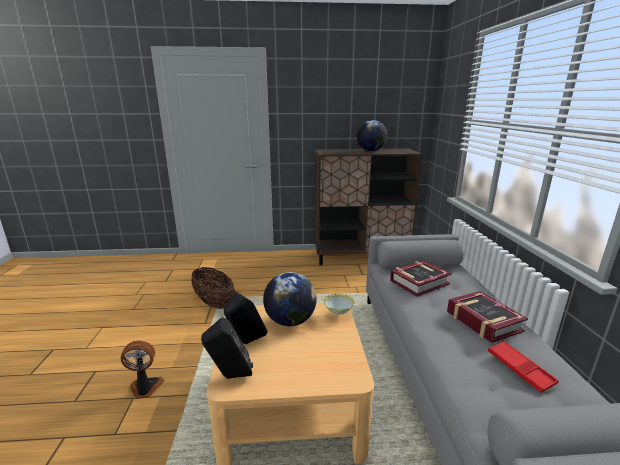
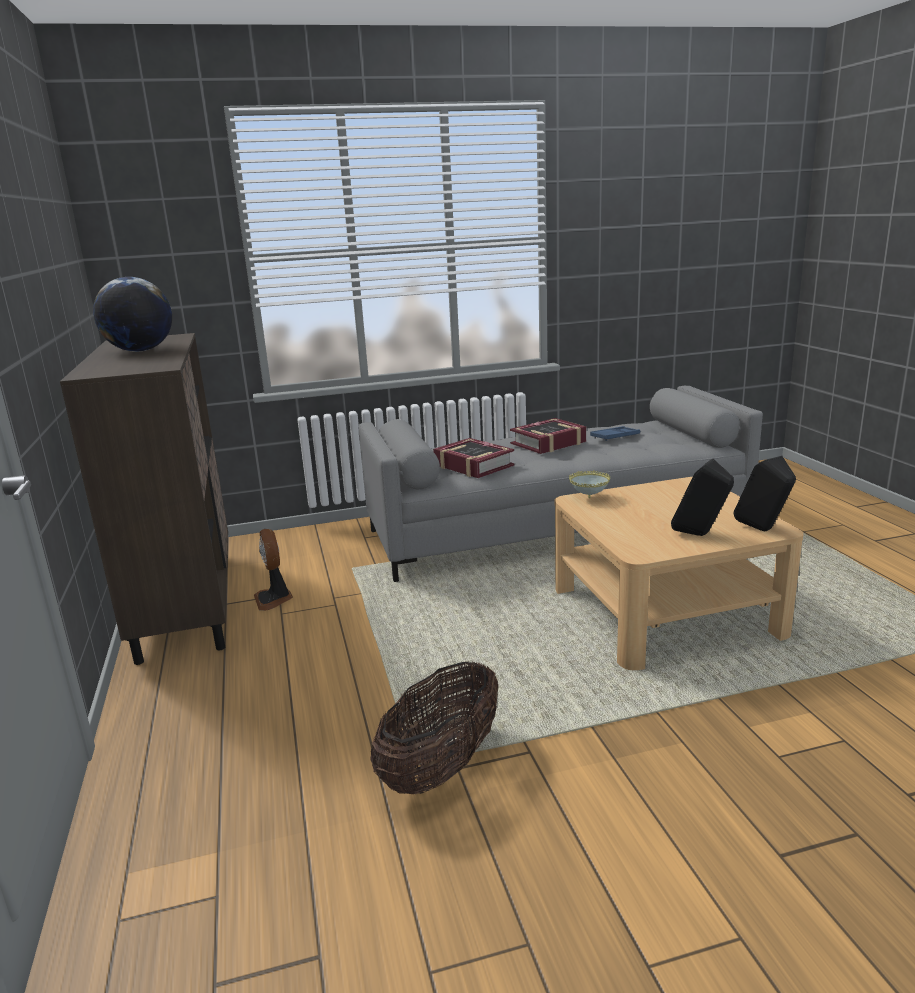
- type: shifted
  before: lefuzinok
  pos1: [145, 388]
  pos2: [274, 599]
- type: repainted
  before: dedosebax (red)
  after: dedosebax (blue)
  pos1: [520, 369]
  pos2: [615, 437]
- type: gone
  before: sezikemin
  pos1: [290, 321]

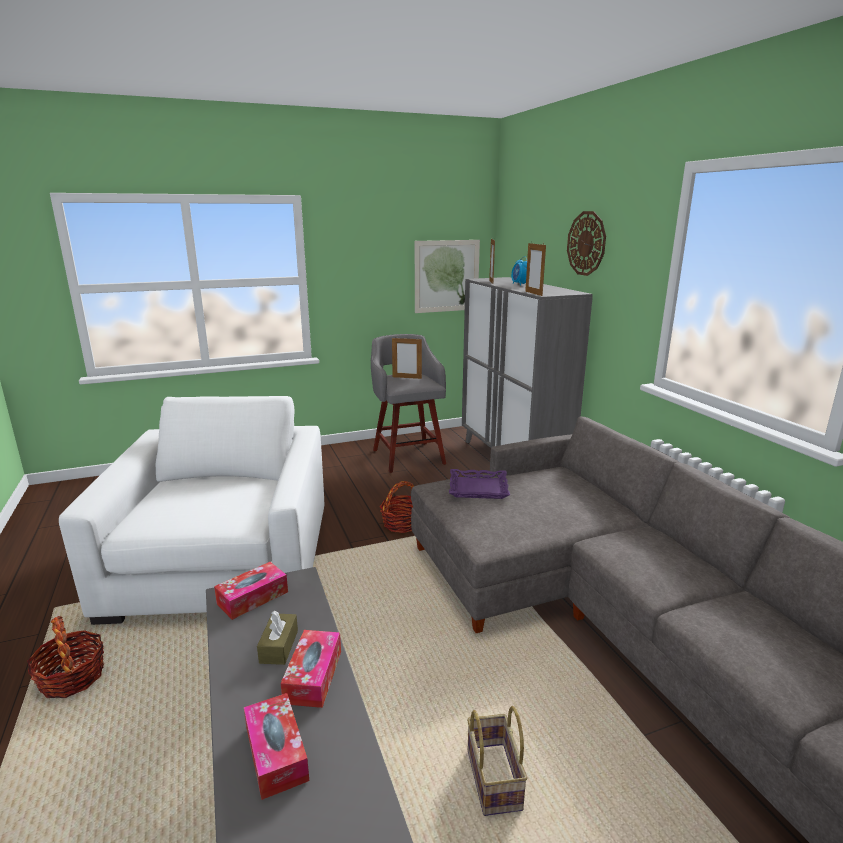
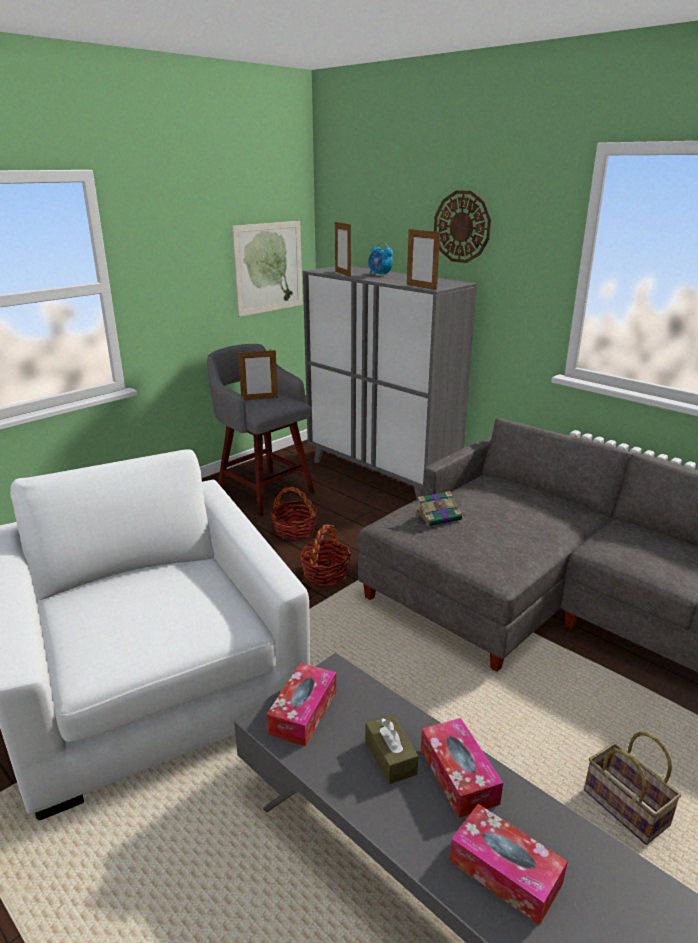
- type: shifted
  before: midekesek
  pos1: [72, 677]
  pos2: [294, 530]
- type: swapped
  before: dedosebax (purple)
  after: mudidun
  pos1: [478, 488]
  pos2: [439, 516]

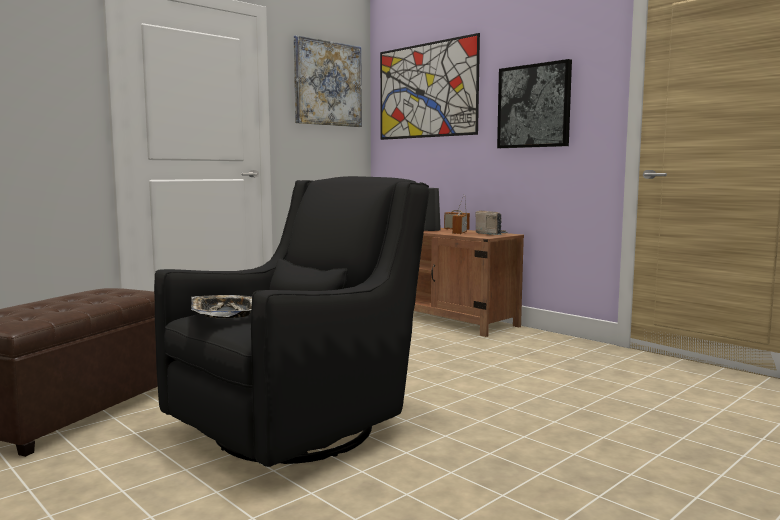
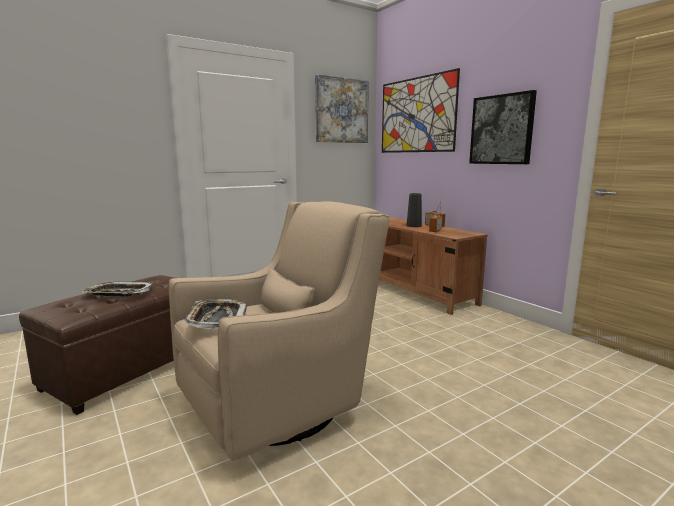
- type: new
  after: dedosebax
  pos2: [118, 293]
- type: repainted
  before: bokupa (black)
  after: bokupa (beige)
  pos1: [301, 427]
  pos2: [282, 404]
- type: gone
  before: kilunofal
  pos1: [491, 234]

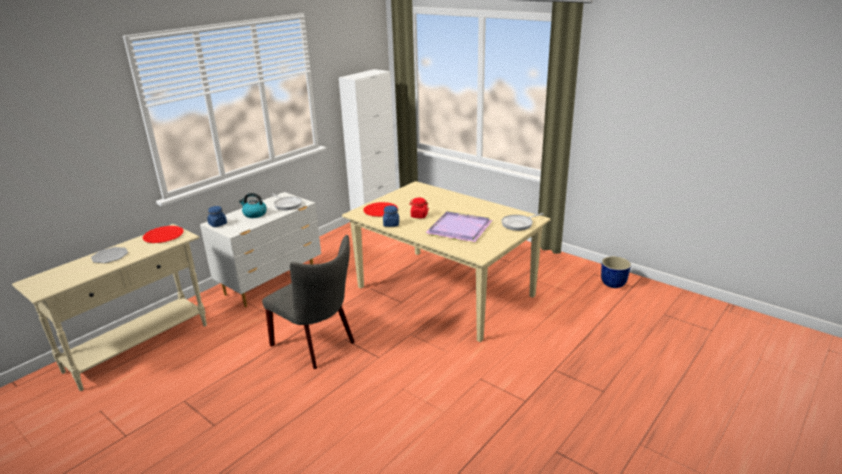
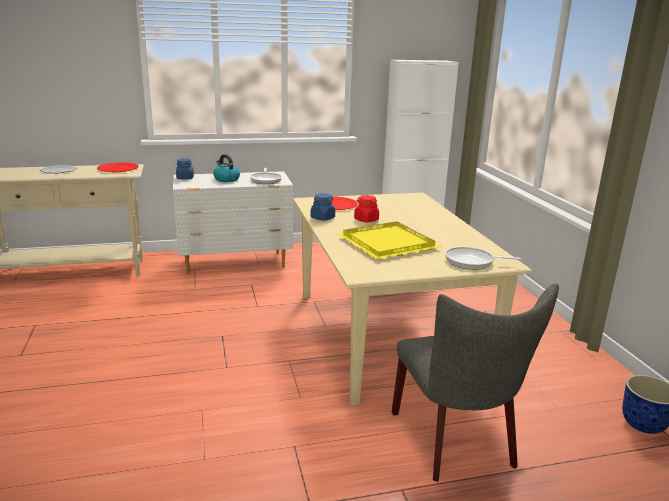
- type: repainted
  before: dedosebax (purple)
  after: dedosebax (yellow)
  pos1: [458, 229]
  pos2: [385, 243]
- type: shifted
  before: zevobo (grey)
  pos1: [317, 345]
  pos2: [457, 443]

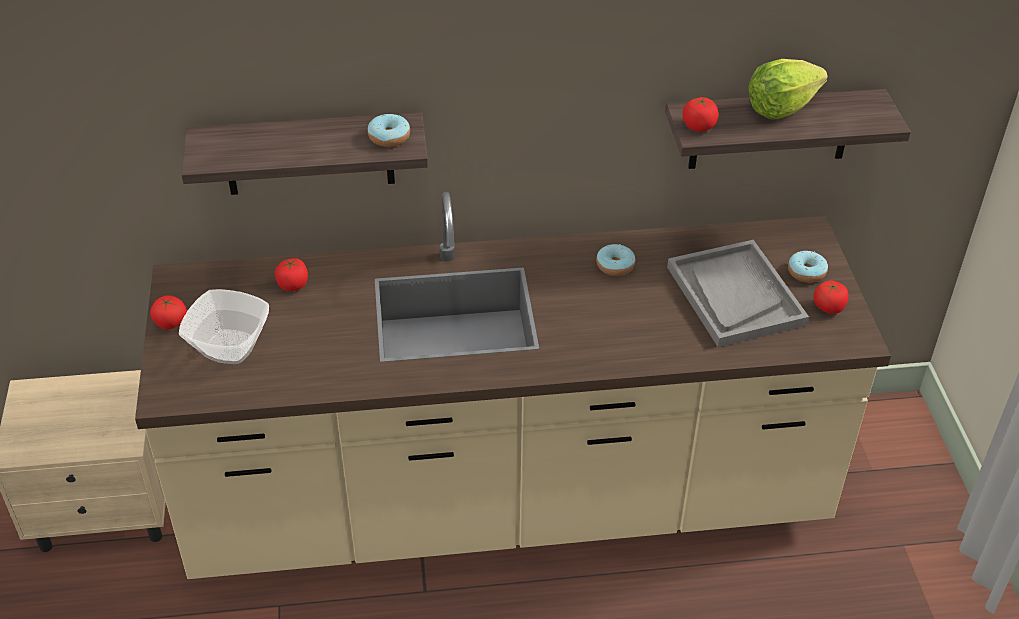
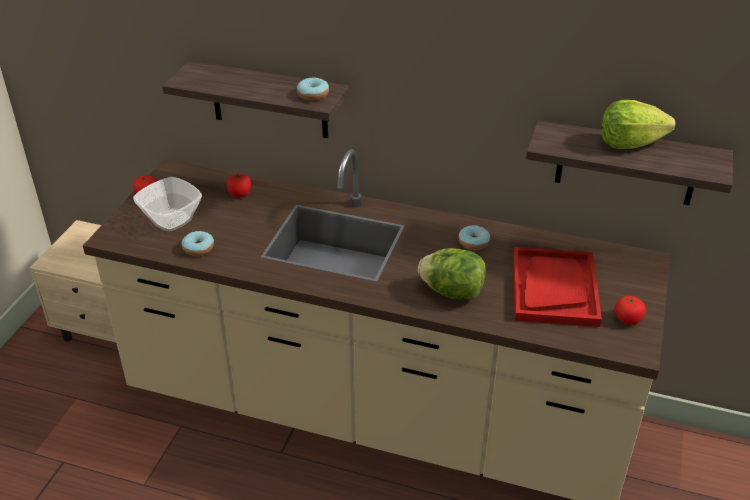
- type: shifted
  before: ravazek
  pos1: [806, 272]
  pos2: [198, 248]
- type: new
  after: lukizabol
  pos2: [452, 292]
- type: repainted
  before: dedosebax (grey)
  after: dedosebax (red)
  pos1: [734, 295]
  pos2: [554, 288]
- type: gone
  before: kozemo
  pos1: [699, 126]

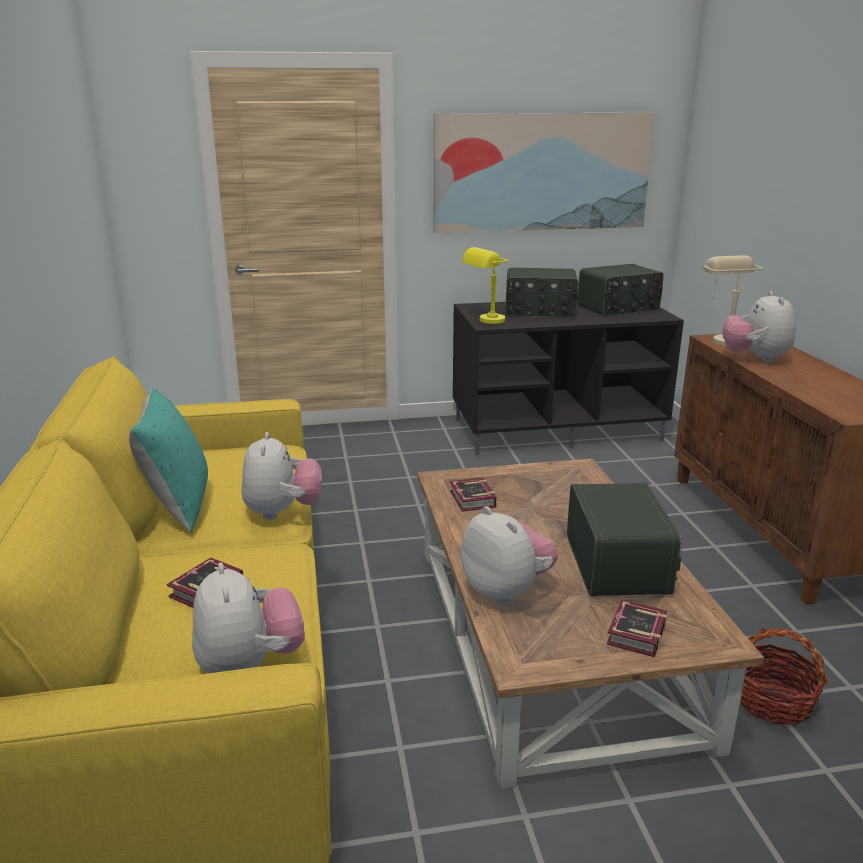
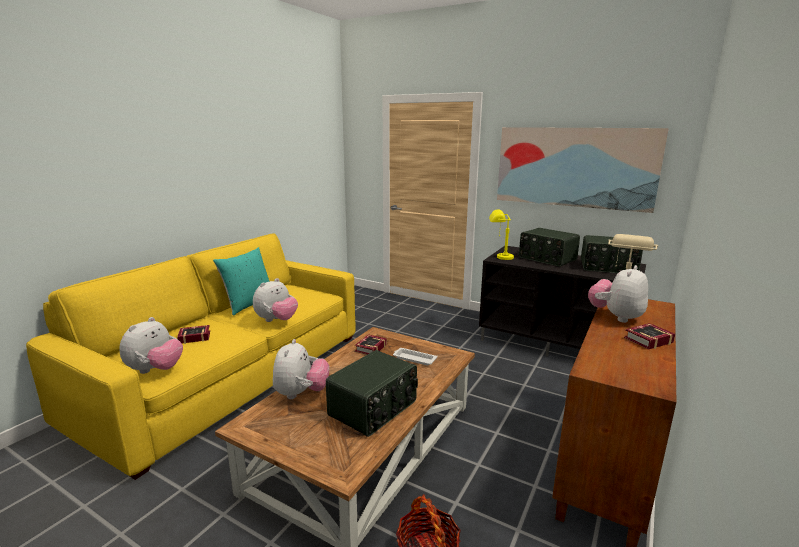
- type: new
  after: dedosebax (white)
  pos2: [414, 359]
- type: shifted
  before: mudidun
  pos1: [634, 635]
  pos2: [646, 340]

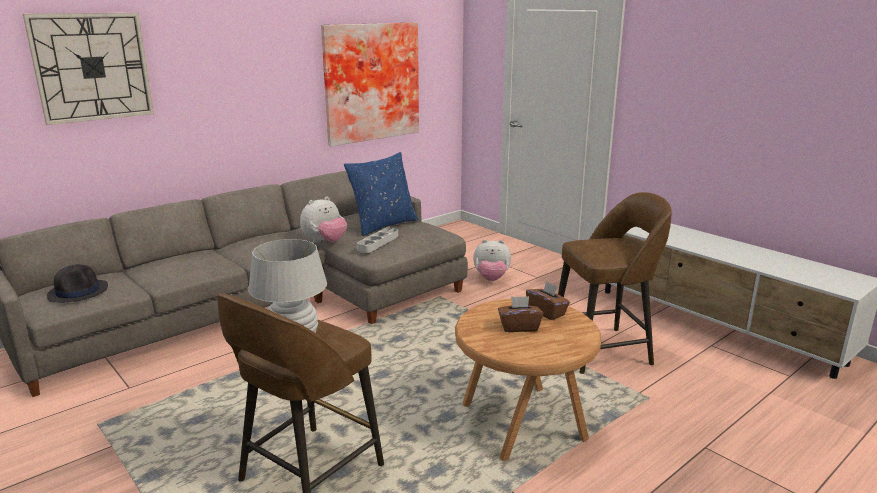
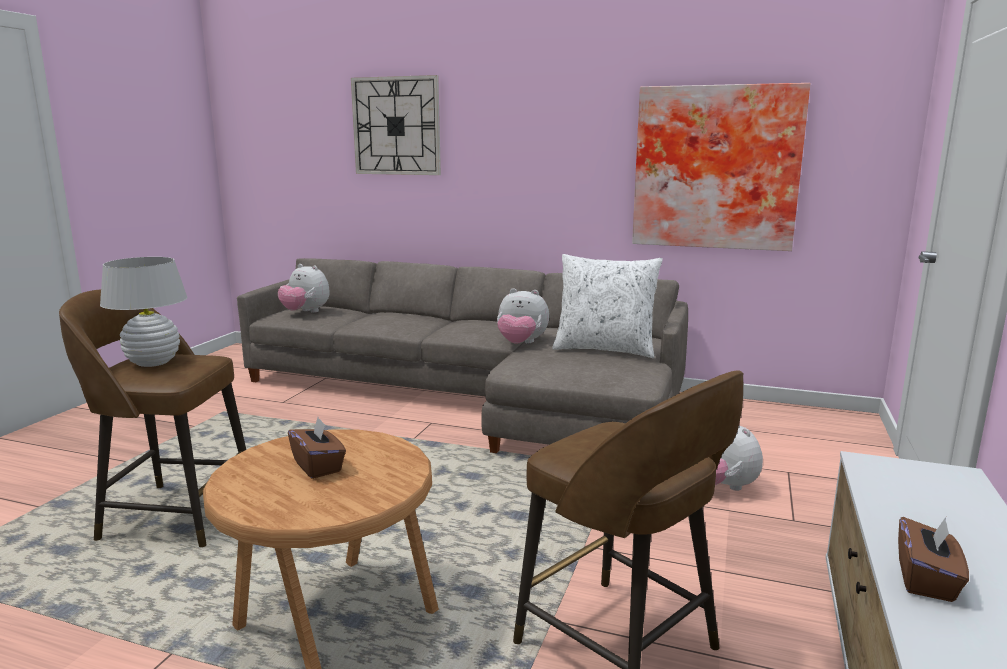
- type: swapped
  before: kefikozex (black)
  after: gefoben
  pos1: [78, 291]
  pos2: [305, 312]
- type: repainted
  before: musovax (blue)
  after: musovax (white)
  pos1: [383, 225]
  pos2: [604, 349]
- type: shifted
  before: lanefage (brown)
  pos1: [547, 312]
  pos2: [926, 580]
- type: gone
  before: dedosebax (grey)
  pos1: [378, 243]

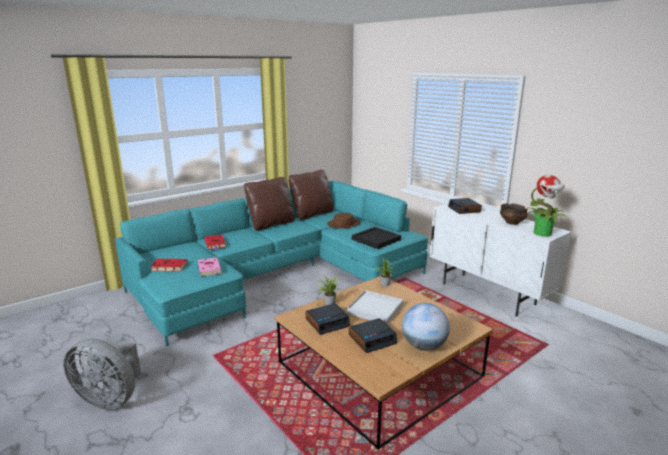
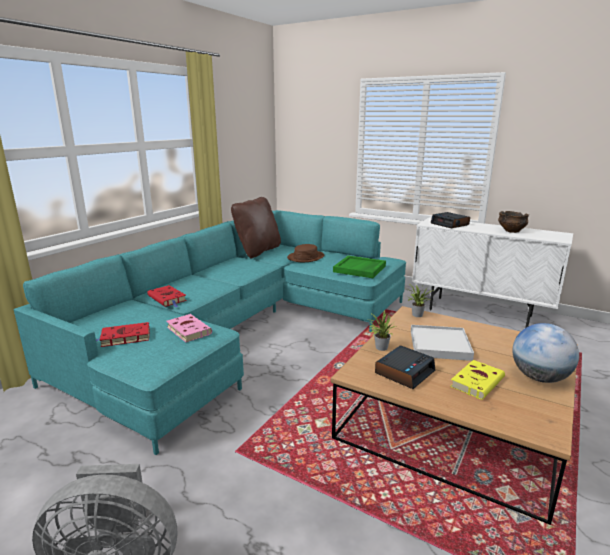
- type: repainted
  before: dedosebax (black)
  after: dedosebax (green)
  pos1: [376, 240]
  pos2: [360, 269]
- type: swapped
  before: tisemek
  after: mudidun (yellow)
  pos1: [372, 339]
  pos2: [477, 382]
- type: gone
  before: musovax (brown)
  pos1: [271, 224]
- type: gone
  before: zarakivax
  pos1: [543, 233]

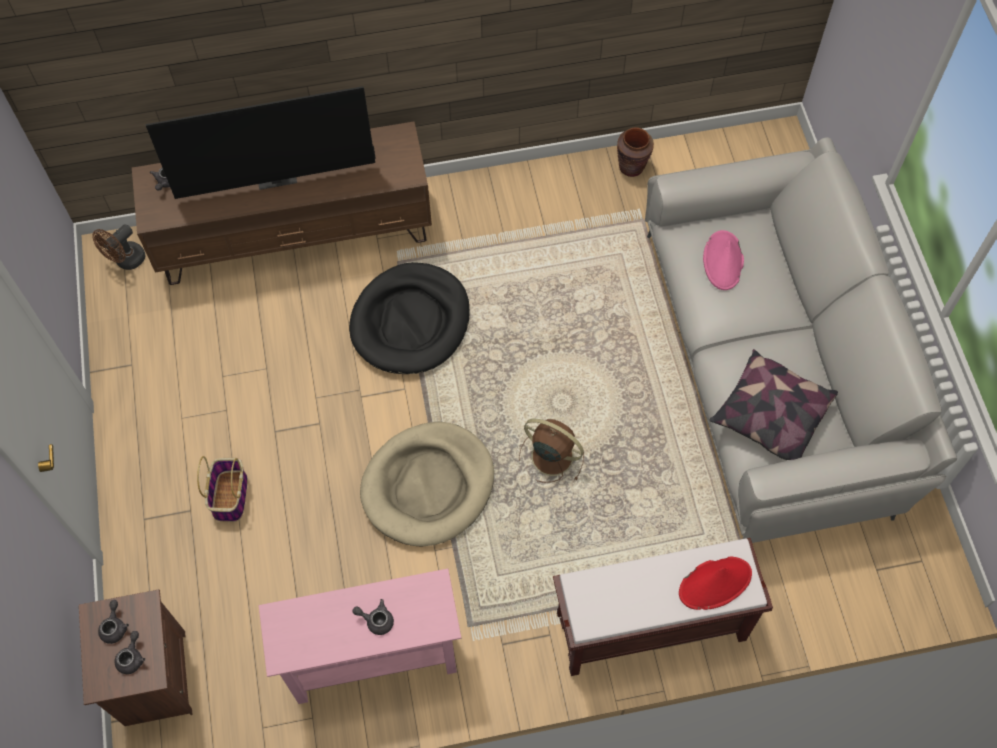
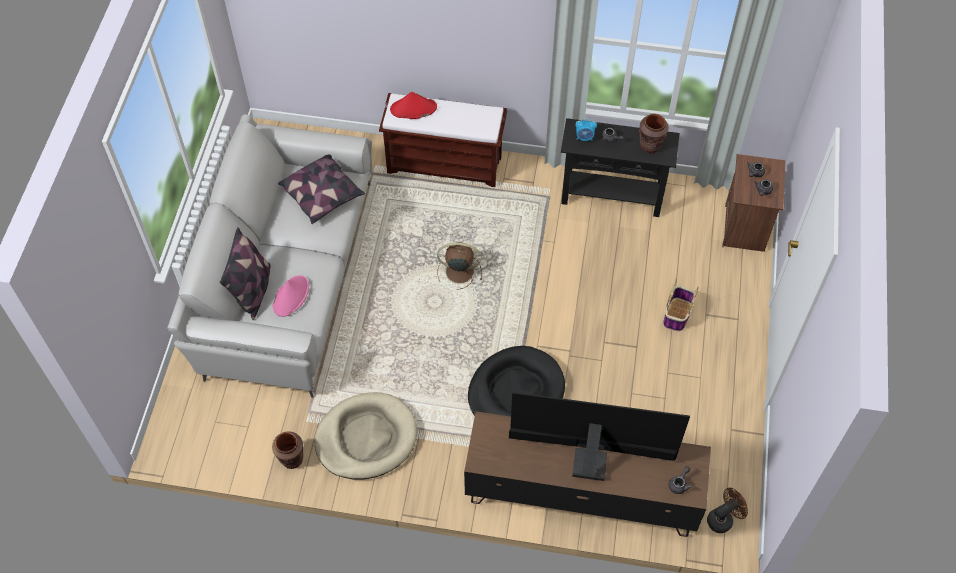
- type: new
  after: musovax
  pos2: [253, 290]
- type: shifted
  before: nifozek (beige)
  pos1: [428, 486]
  pos2: [366, 438]
- type: rotated
  before: lefuzinok (brown)
  pos1: [550, 455]
  pos2: [458, 271]
  turn: 135
- type: repainted
  before: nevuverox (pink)
  after: nevuverox (black)
  pos1: [373, 661]
  pos2: [611, 197]
- type: new
  after: tisemek
  pos2: [584, 137]
- type: new
  after: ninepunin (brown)
  pos2: [650, 146]

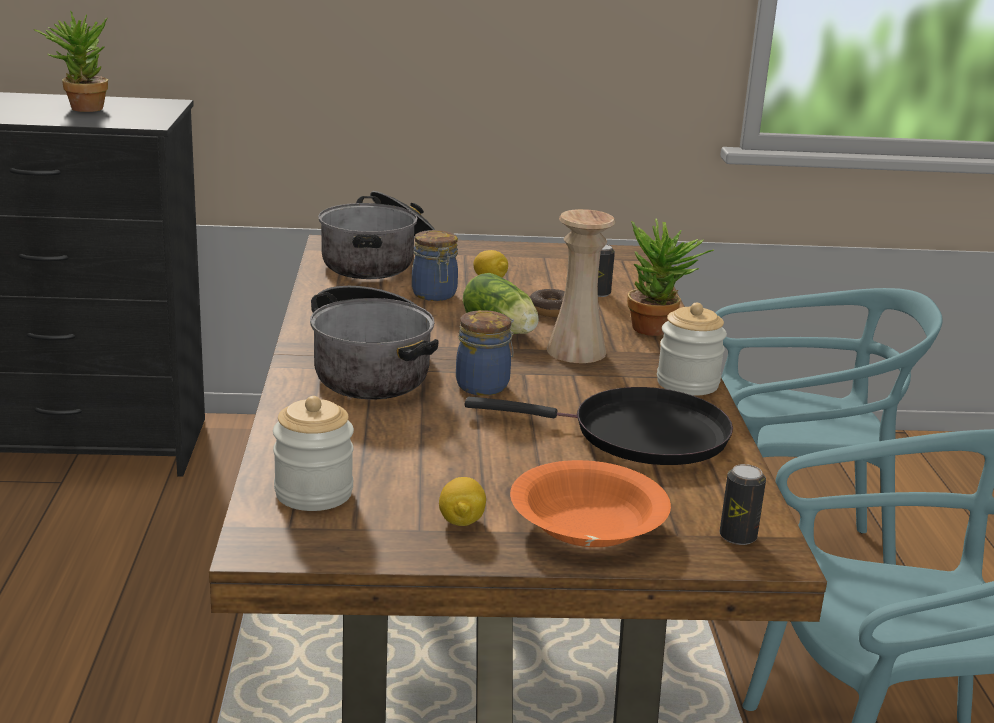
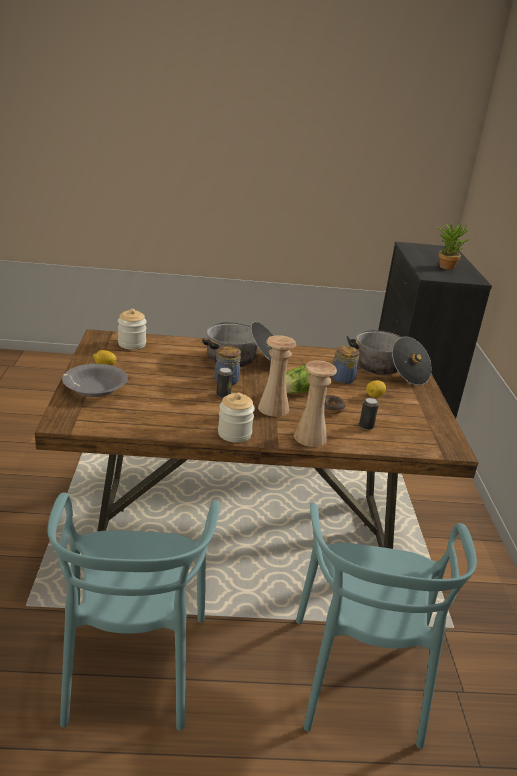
- type: repainted
  before: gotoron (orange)
  after: gotoron (grey)
  pos1: [587, 524]
  pos2: [95, 388]
- type: shifted
  before: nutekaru
  pos1: [738, 537]
  pos2: [223, 395]
- type: swapped
  before: zarakivax
  after: ninepunin (beige)
  pos1: [658, 330]
  pos2: [310, 437]
- type: gone
  before: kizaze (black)
  pos1: [639, 435]

